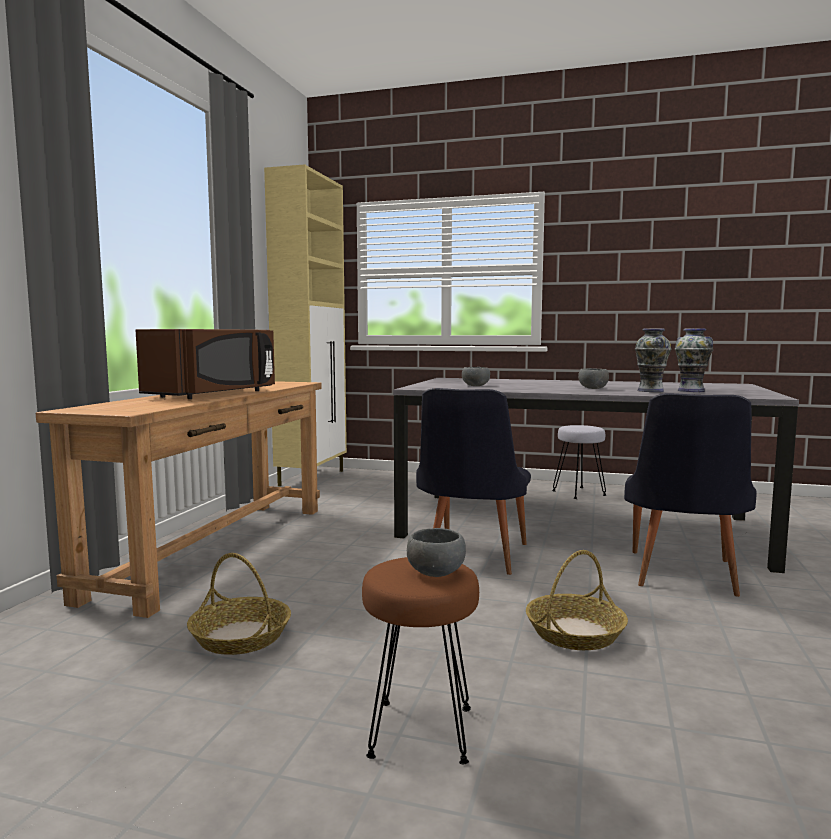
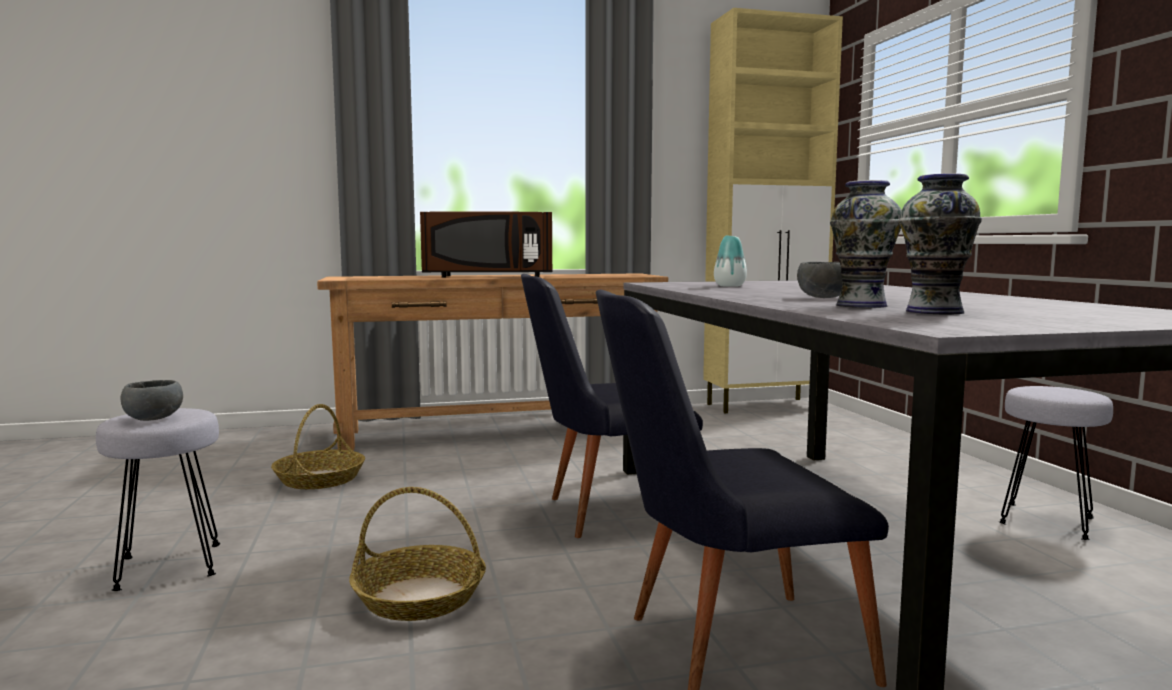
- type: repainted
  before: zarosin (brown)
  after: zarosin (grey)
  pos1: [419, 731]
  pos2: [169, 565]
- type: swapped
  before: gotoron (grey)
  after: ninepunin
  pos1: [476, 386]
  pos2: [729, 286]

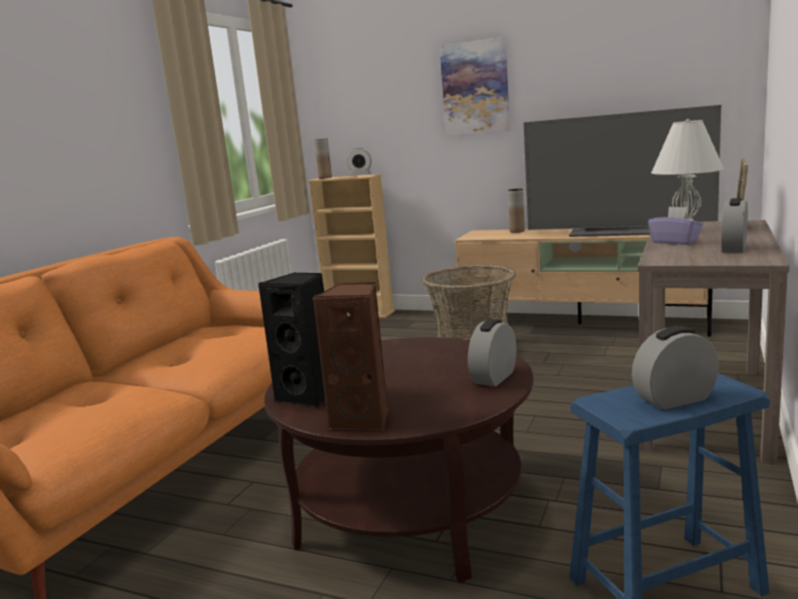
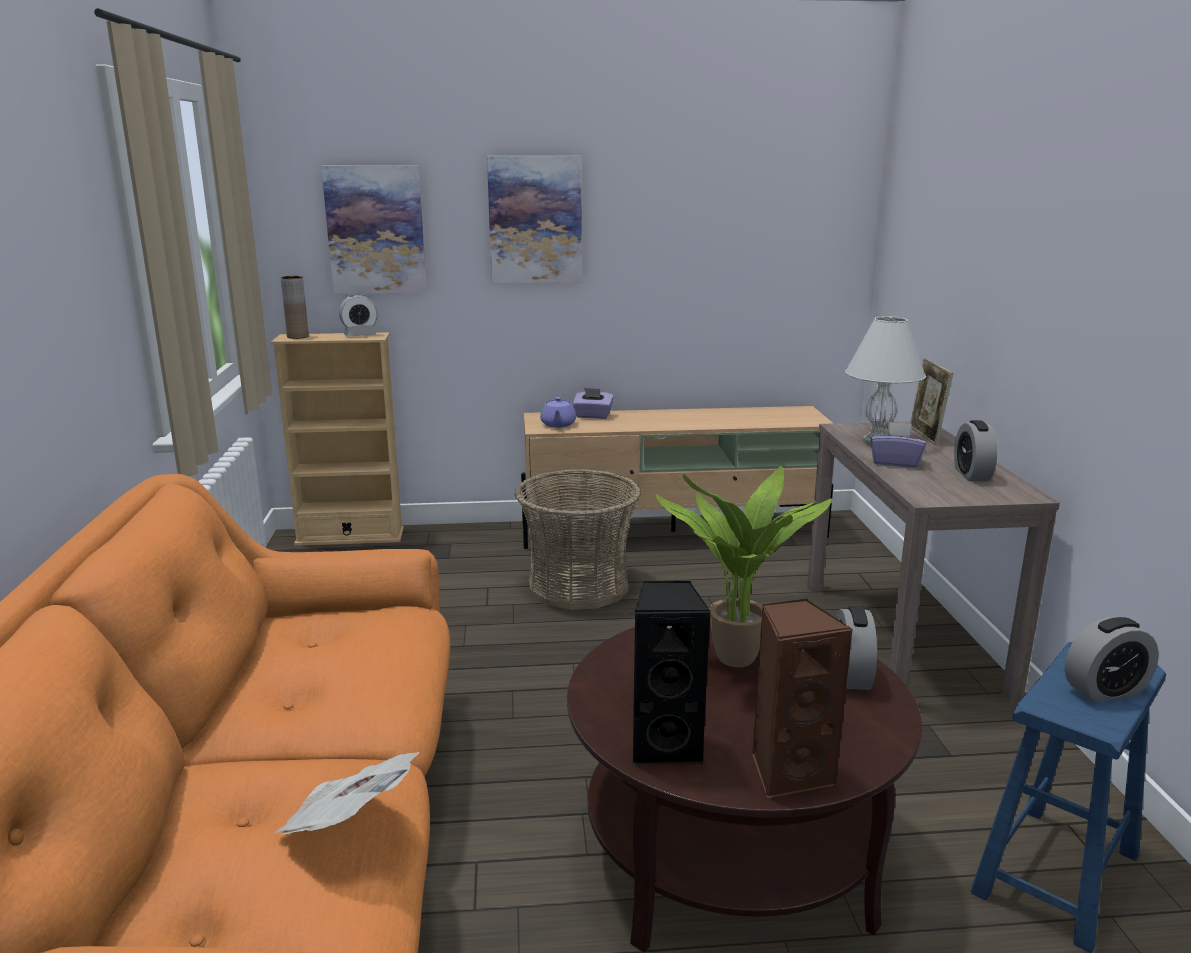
- type: new
  after: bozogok
  pos2: [350, 824]
- type: new
  after: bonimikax
  pos2: [376, 230]
- type: new
  after: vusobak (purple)
  pos2: [558, 425]
- type: swapped
  before: ninepunin (brown)
  after: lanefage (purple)
  pos1: [517, 231]
  pos2: [593, 416]
- type: new
  after: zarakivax
  pos2: [739, 663]
- type: rotated
  before: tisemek
  pos1: [674, 399]
  pos2: [1105, 690]
  turn: -150
- type: gone
  before: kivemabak
  pos1: [617, 232]

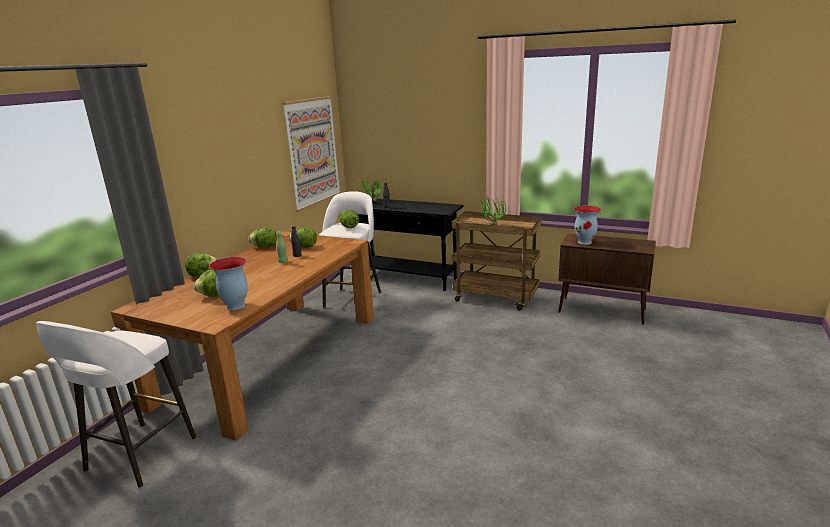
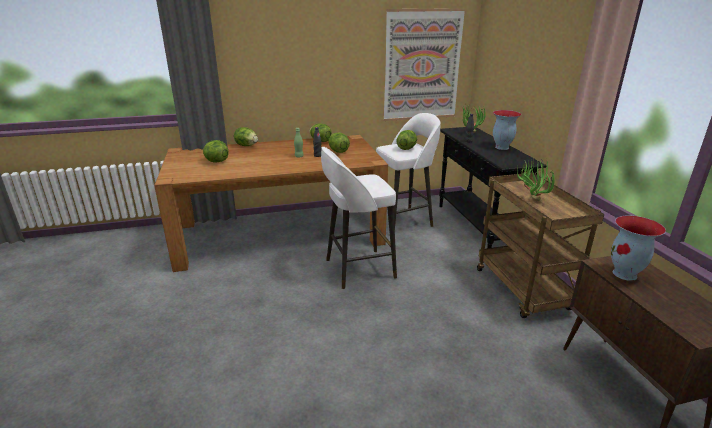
- type: shifted
  before: zarosin (white)
  pos1: [138, 455]
  pos2: [357, 269]
- type: shifted
  before: ninepunin
  pos1: [235, 306]
  pos2: [501, 147]

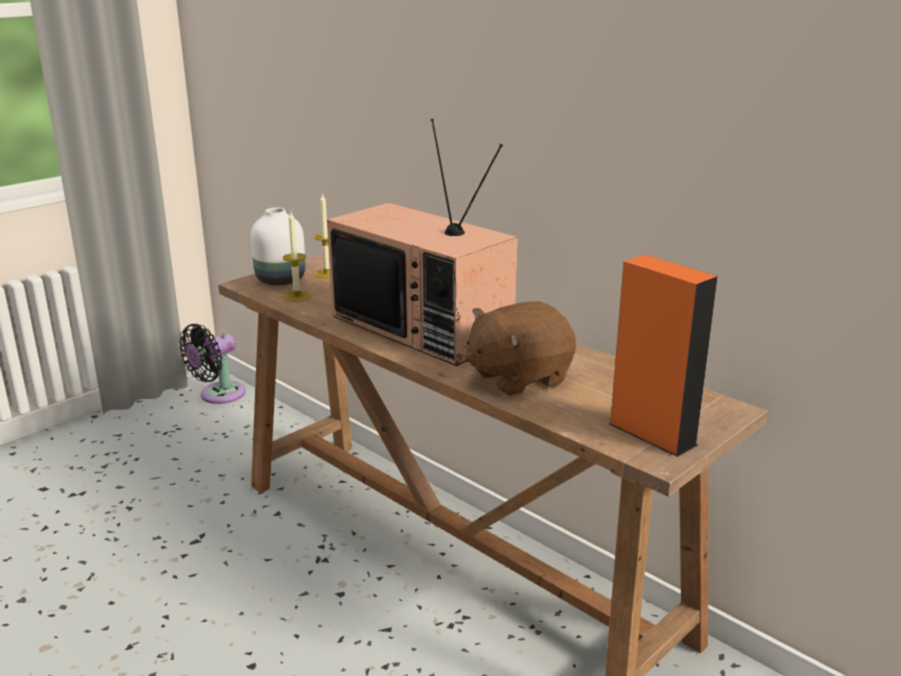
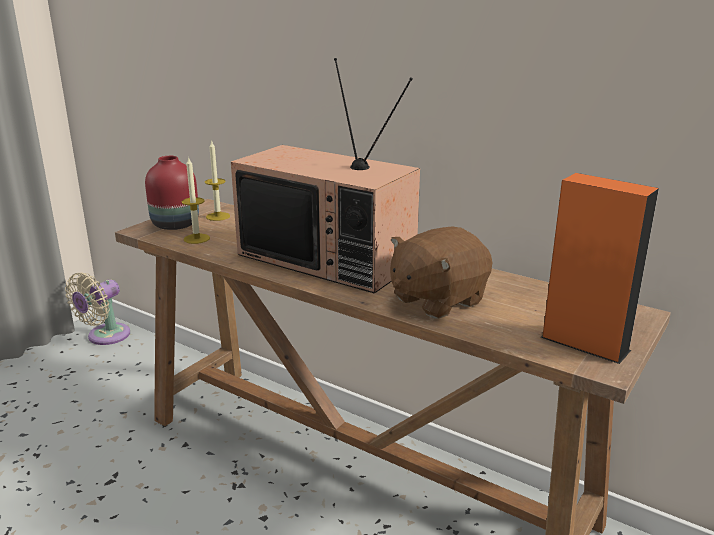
- type: repainted
  before: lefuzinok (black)
  after: lefuzinok (beige)
  pos1: [218, 395]
  pos2: [105, 337]
- type: repainted
  before: ninepunin (white)
  after: ninepunin (red)
  pos1: [279, 280]
  pos2: [174, 225]

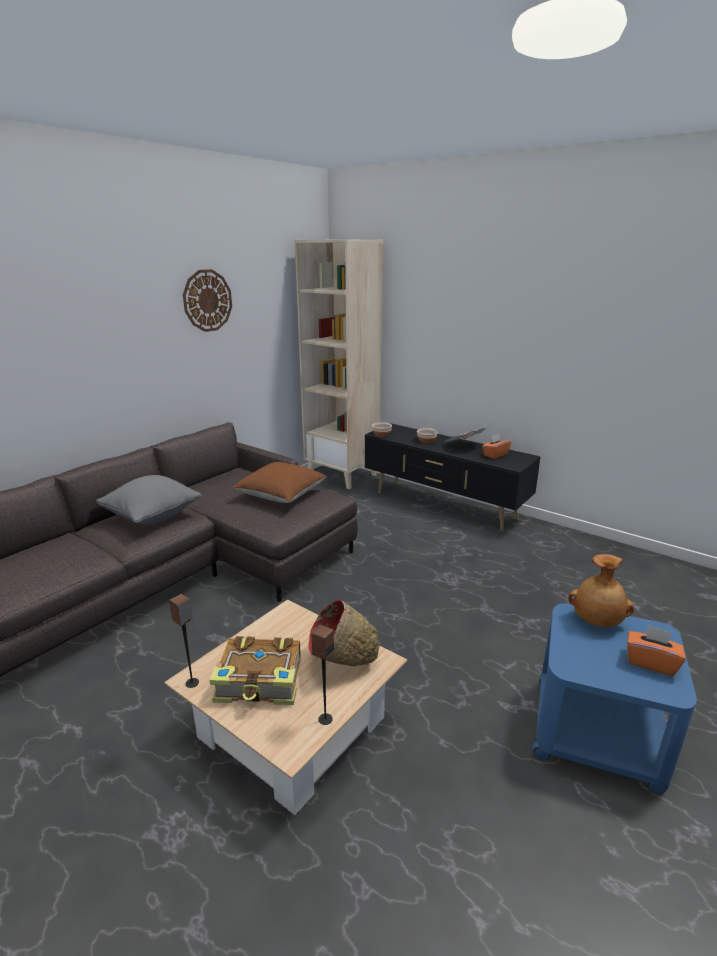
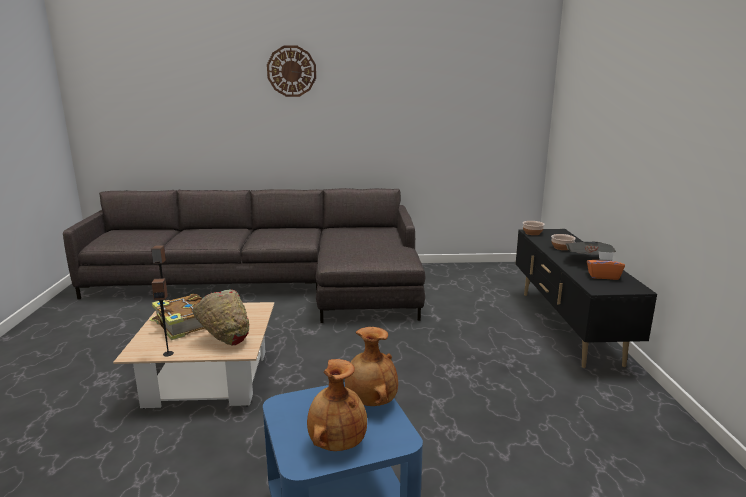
- type: shifted
  before: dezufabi
  pos1: [207, 300]
  pos2: [291, 71]
- type: swapped
  before: lanefage (orange)
  after: ninepunin (brown)
  pos1: [650, 662]
  pos2: [336, 443]
- type: gone
  before: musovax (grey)
  pos1: [152, 517]
- type: gone
  before: musovax (brown)
  pos1: [281, 495]
- type: gone
  before: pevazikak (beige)
  pos1: [342, 475]

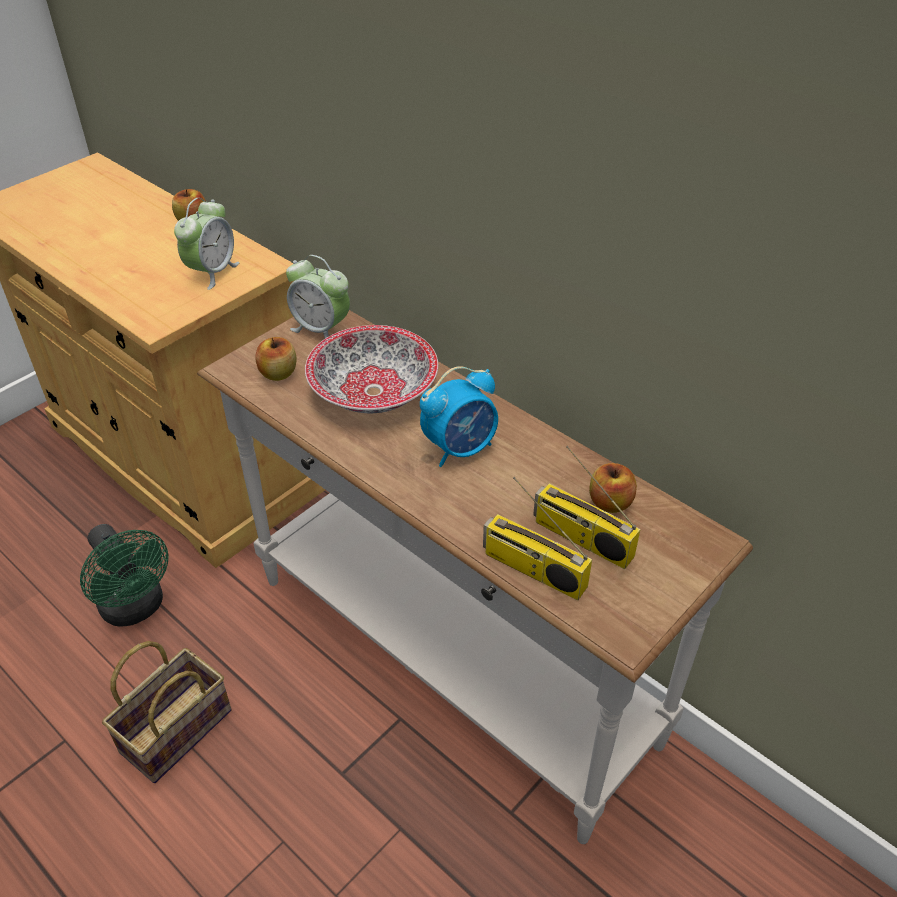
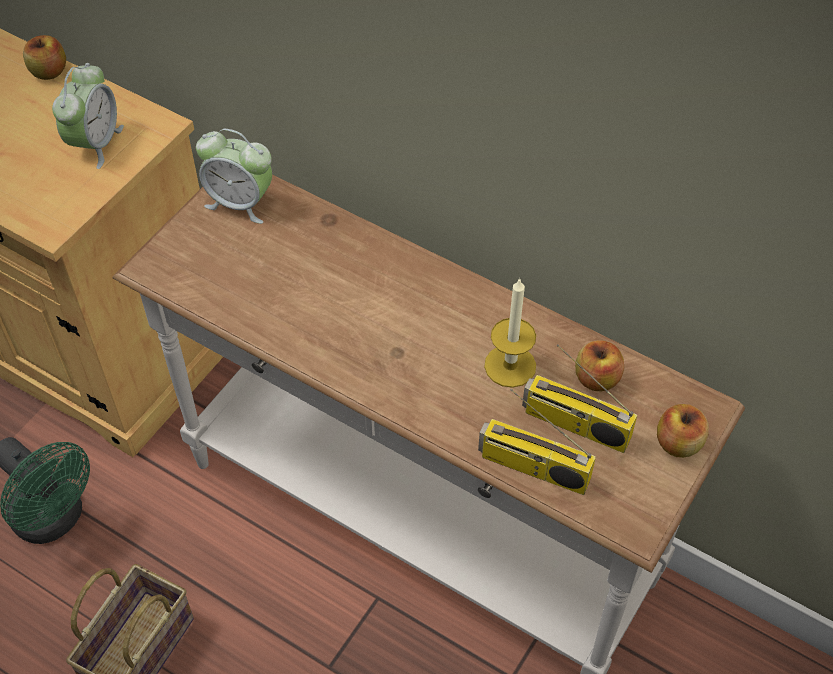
- type: new
  after: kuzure
  pos2: [510, 366]
- type: shifted
  before: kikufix
  pos1: [278, 373]
  pos2: [678, 443]
- type: gone
  before: gotoron
  pos1: [374, 391]
- type: gone
  before: tisemek
  pos1: [460, 448]

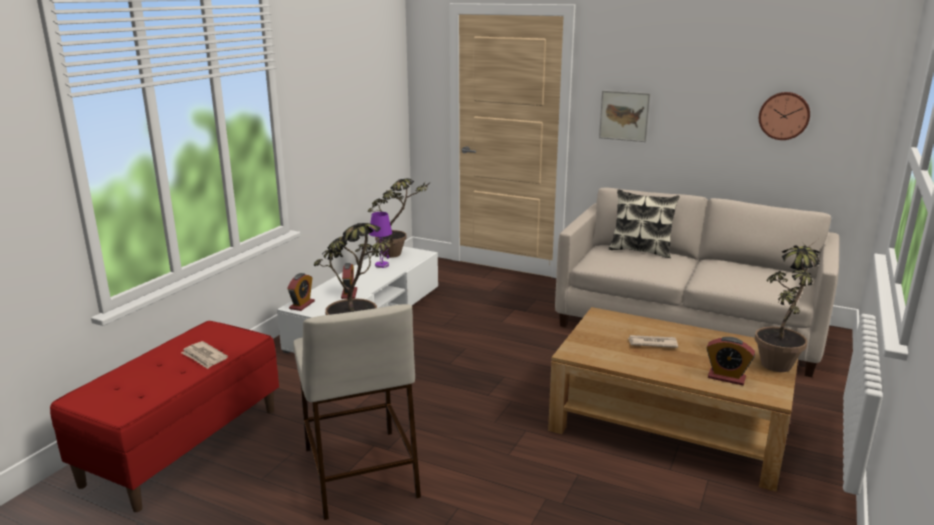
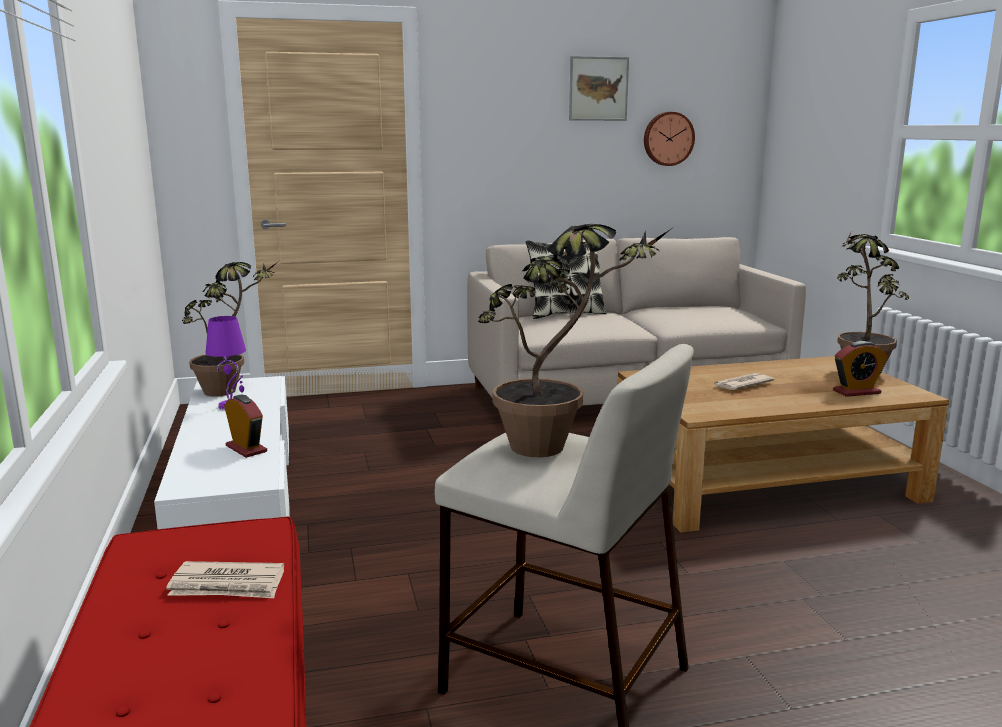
- type: shifted
  before: bonimikax
  pos1: [624, 116]
  pos2: [598, 89]
- type: gone
  before: tisemek
  pos1: [302, 305]

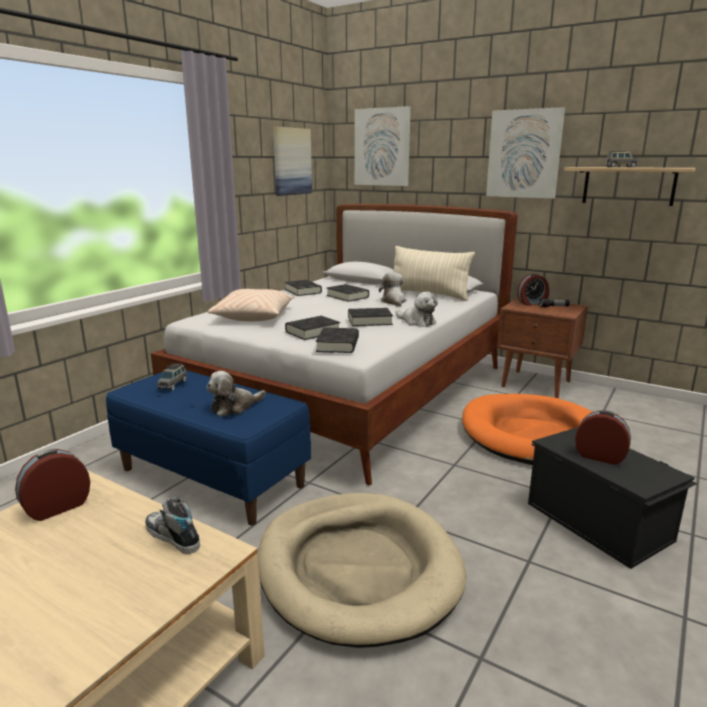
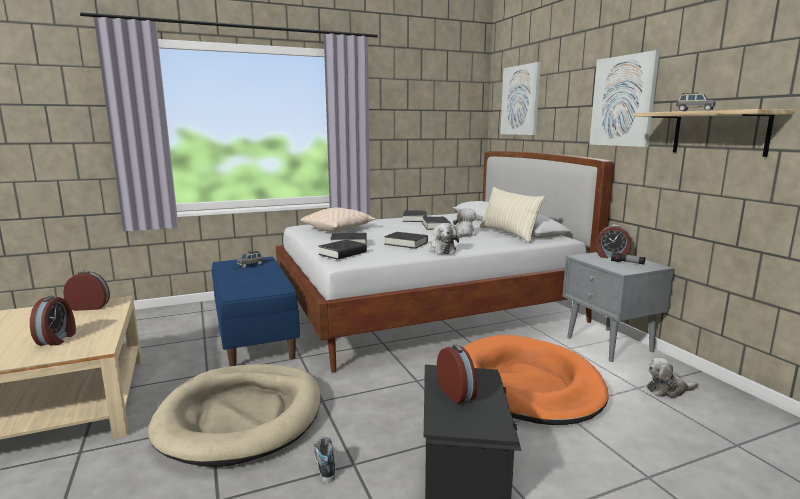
- type: new
  after: tisemek
  pos2: [57, 339]
- type: shifted
  before: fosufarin
  pos1: [172, 537]
  pos2: [324, 465]
- type: repainted
  before: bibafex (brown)
  after: bibafex (grey)
  pos1: [537, 384]
  pos2: [609, 345]
- type: shifted
  before: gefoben
  pos1: [234, 407]
  pos2: [668, 390]
- type: gone
  before: bonimikax
  pos1: [291, 161]

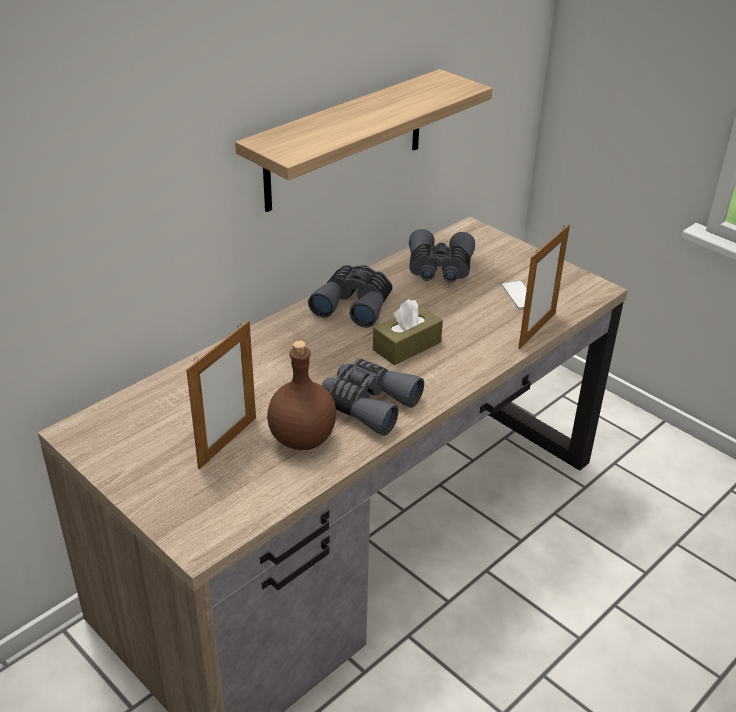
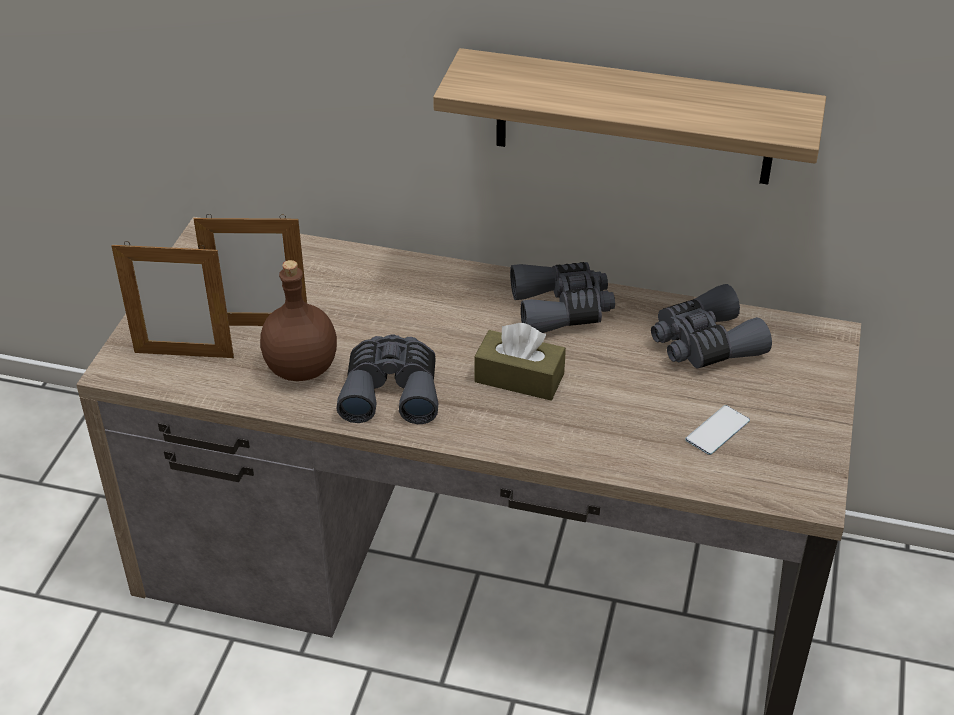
- type: shifted
  before: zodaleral
  pos1: [537, 330]
  pos2: [184, 354]

